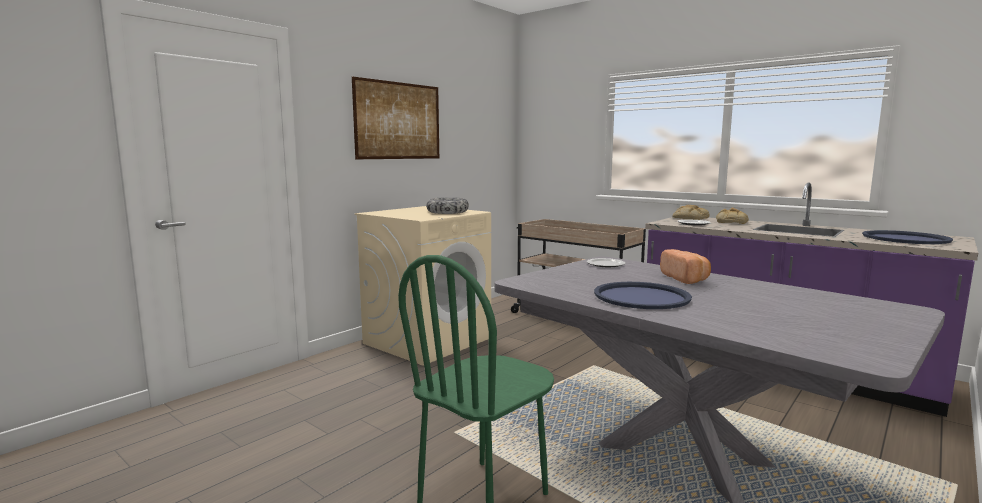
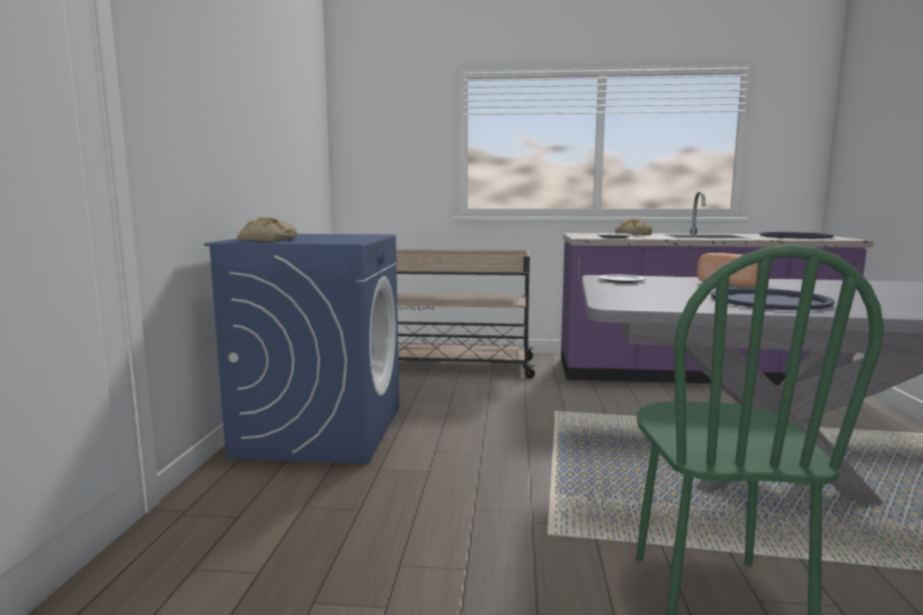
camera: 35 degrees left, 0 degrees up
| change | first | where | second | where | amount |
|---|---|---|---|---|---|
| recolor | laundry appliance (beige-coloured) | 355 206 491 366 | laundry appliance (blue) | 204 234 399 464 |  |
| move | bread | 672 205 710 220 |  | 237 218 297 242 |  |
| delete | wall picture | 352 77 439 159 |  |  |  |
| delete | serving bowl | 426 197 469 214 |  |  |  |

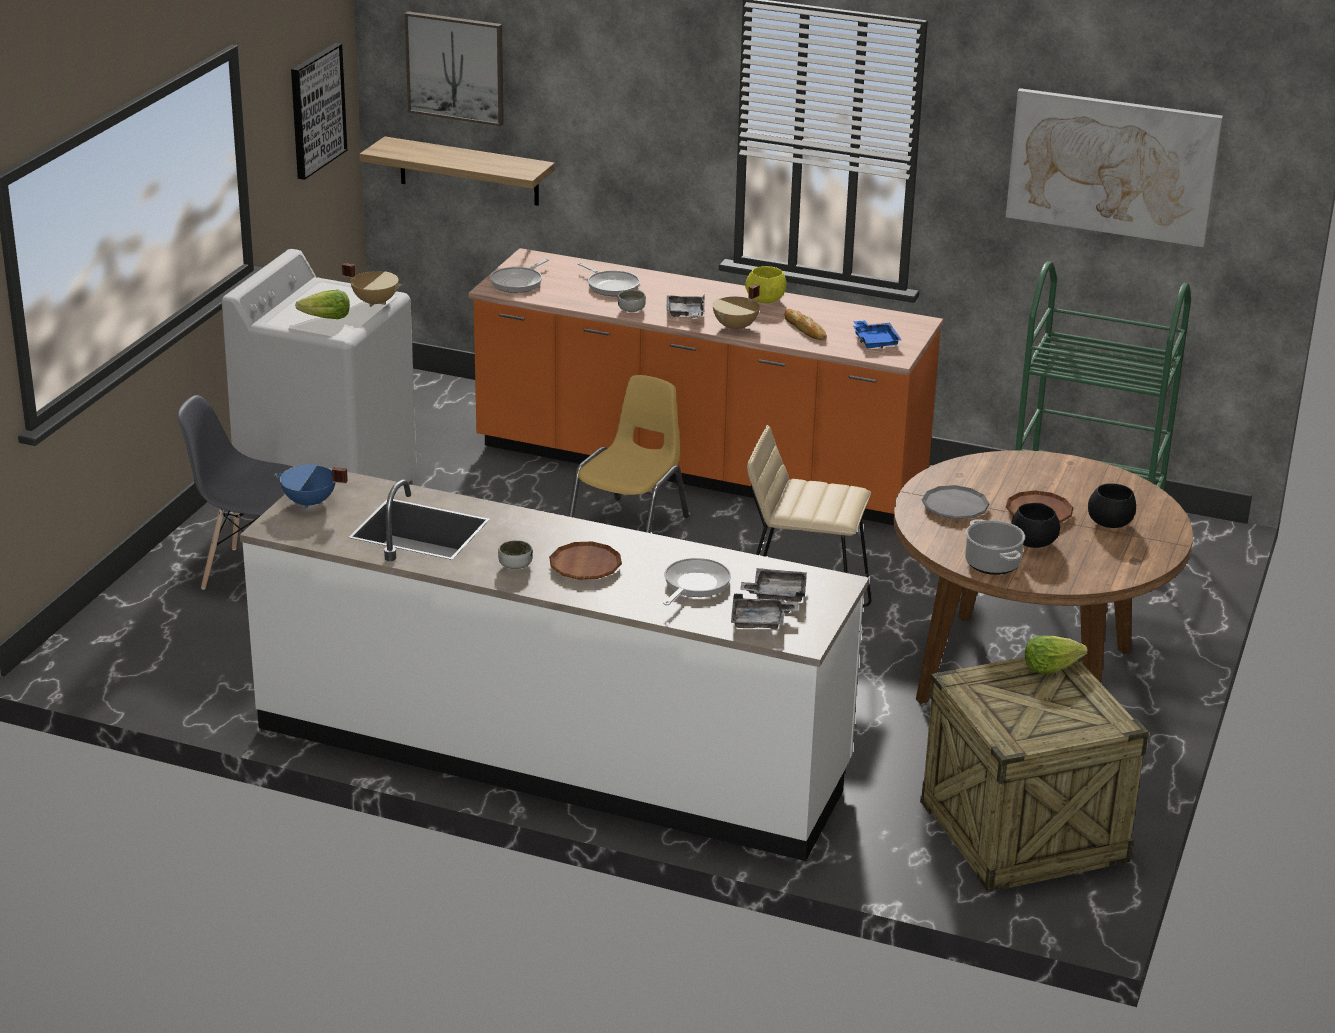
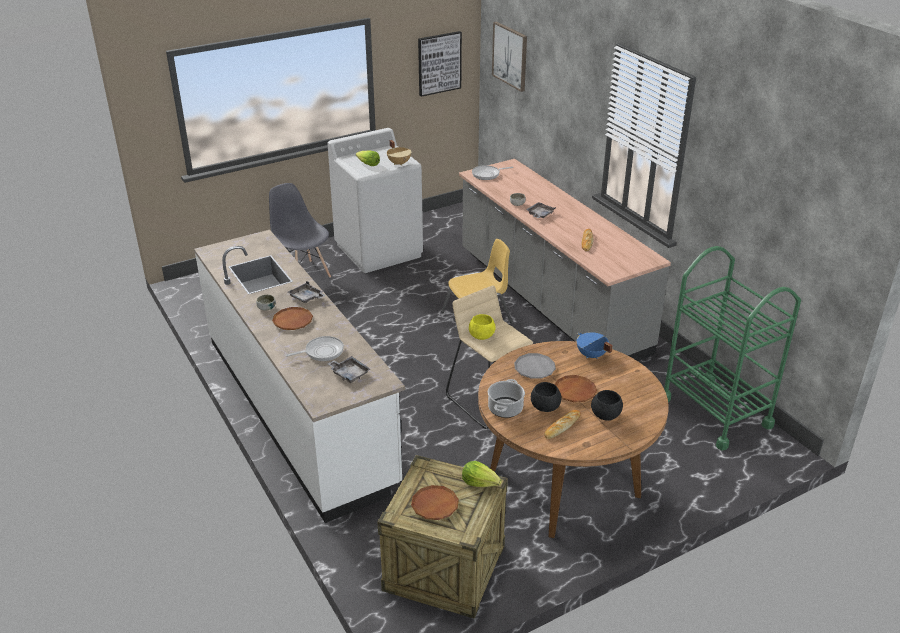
camera: 40 degrees right, 5 degrees up
| change | first | where | second | where | amount |
|---|---|---|---|---|---|
| move | carrying tray (gray) | 731 594 798 629 |  | 288 281 326 303 |  |
| insert |  |  | flat dish (brownish) | 411 485 459 520 |  |
| recolor | kitchen base unit (orange) | 469 248 943 525 | kitchen base unit (gray) | 459 159 671 361 |  |
| move | serving bowl (yellowish) | 745 266 787 303 |  | 469 314 495 340 |  |
| insert |  |  | bread | 544 410 581 439 |  |
| move | stockpot (blue) | 274 464 348 509 |  | 577 332 613 359 |  |
| delete | shelf | 359 136 555 206 |  |  |  |
| delete | frying pan | 578 263 640 296 |  |  |  |
| delete | stockpot (beige-coloured) | 712 284 760 331 |  |  |  |
| delete | carrying tray (blue) | 853 321 901 348 |  |  |  |
| delete | wall picture | 1006 88 1223 247 |  |  |  |

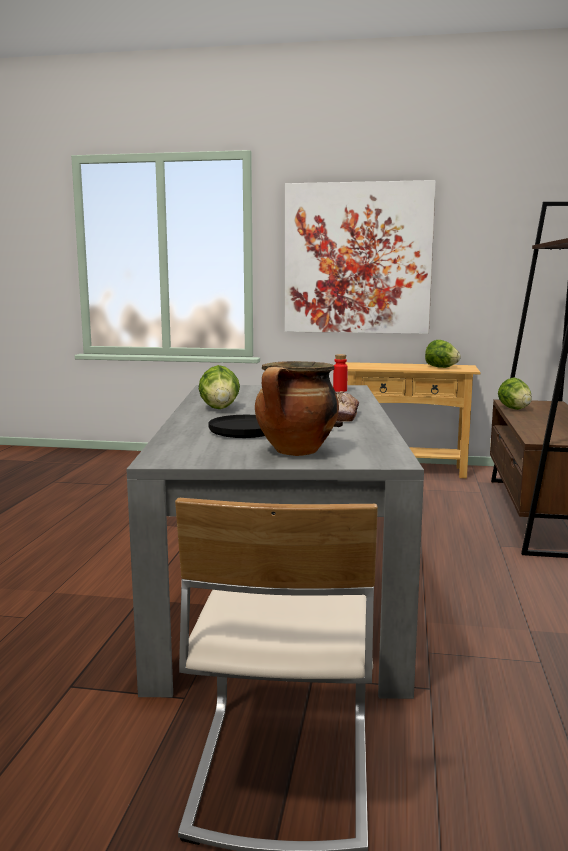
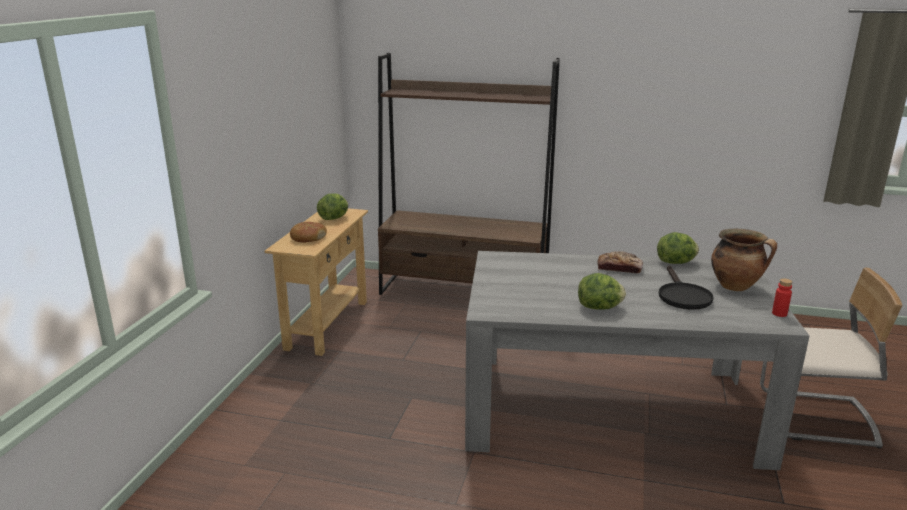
camera: 85 degrees left, 10 degrees up
| change | first | where | second | where | amount |
|---|---|---|---|---|---|
| insert |  |  | bread | 290 222 327 243 |  |
| move | lettuce head | 498 377 532 410 |  | 657 232 699 264 |  |
| move | beverage bottle (red-coloured) | 333 354 348 392 |  | 772 278 792 317 |  |
| delete | wall picture | 285 180 436 334 |  |  |  |

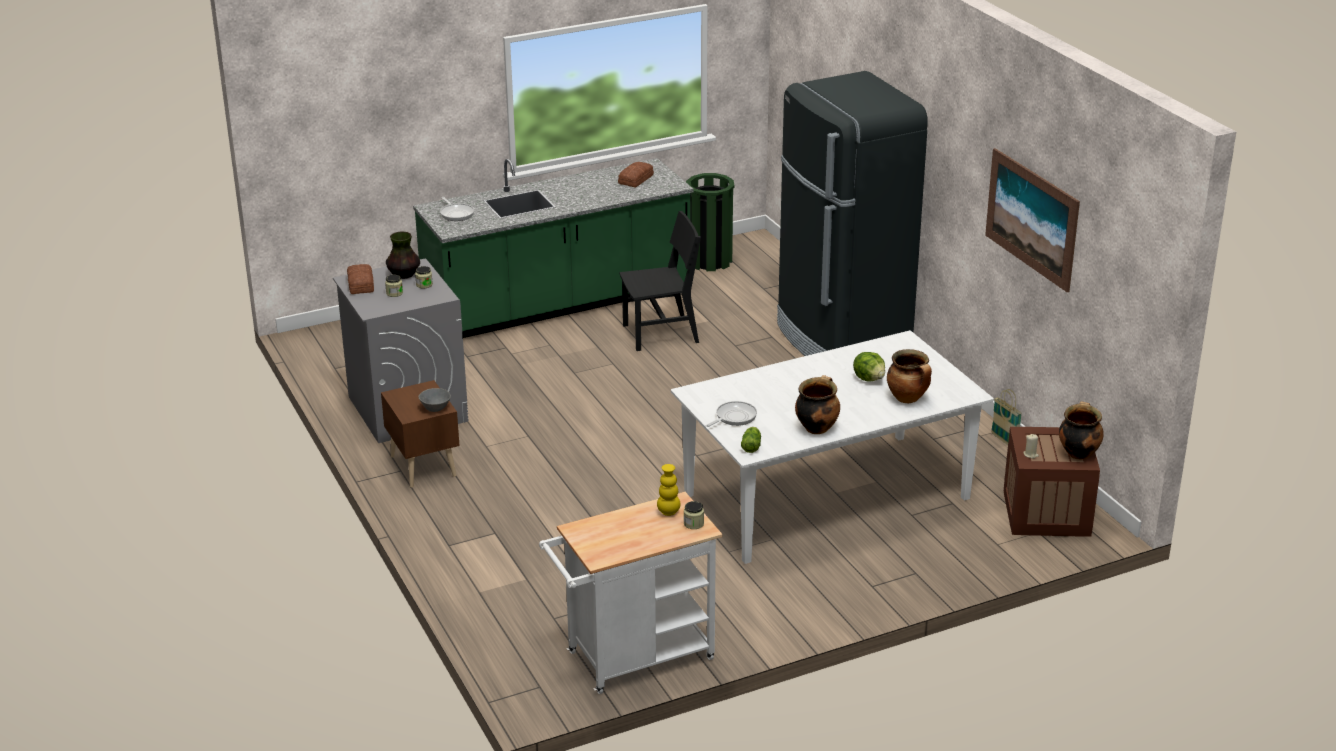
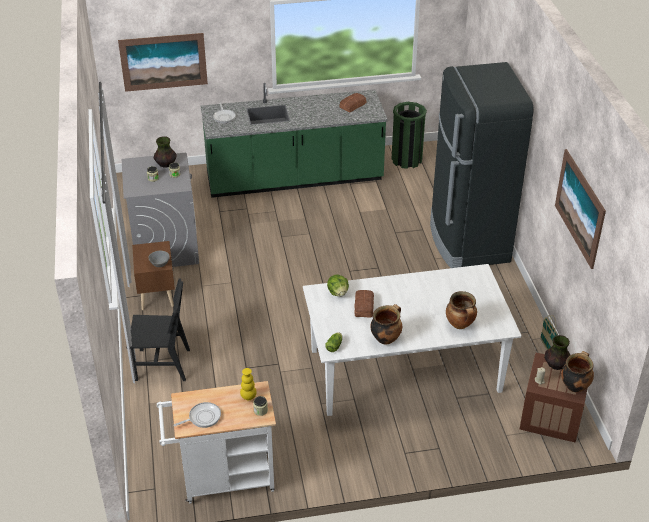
camera: 15 degrees right, 10 degrees up
| change | first | where | second | where | amount |
|---|---|---|---|---|---|
| insert |  |  | wall picture | 118 33 208 92 |  |
| move | chair (blackish) | 620 211 701 351 |  | 126 279 190 381 |  |
| move | frying pan | 706 401 757 427 |  | 174 402 221 428 |  |
| move | lettuce head | 853 352 885 382 |  | 327 274 349 297 |  |
| move | bread | 347 264 374 294 |  | 354 290 374 317 |  |
| insert |  |  | decorative vase | 544 335 570 370 |  |

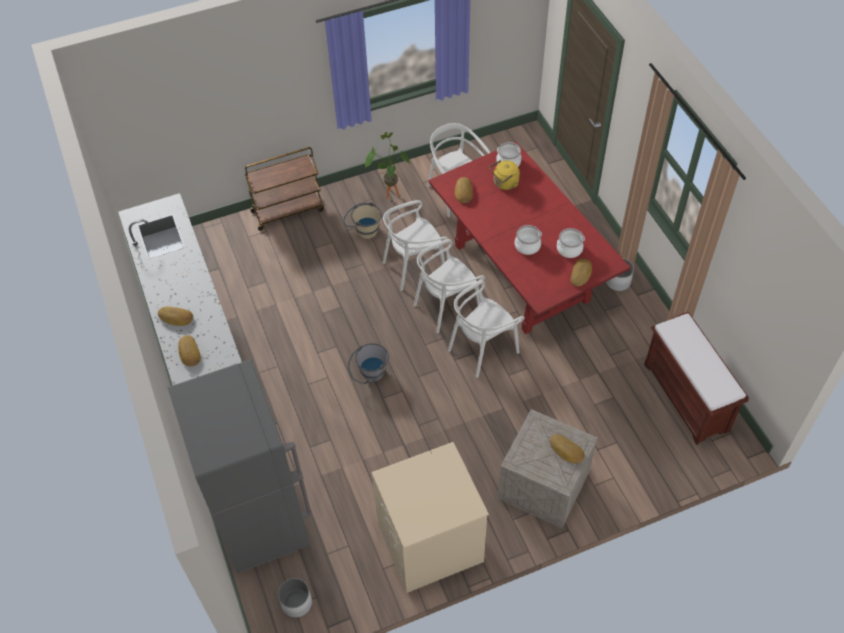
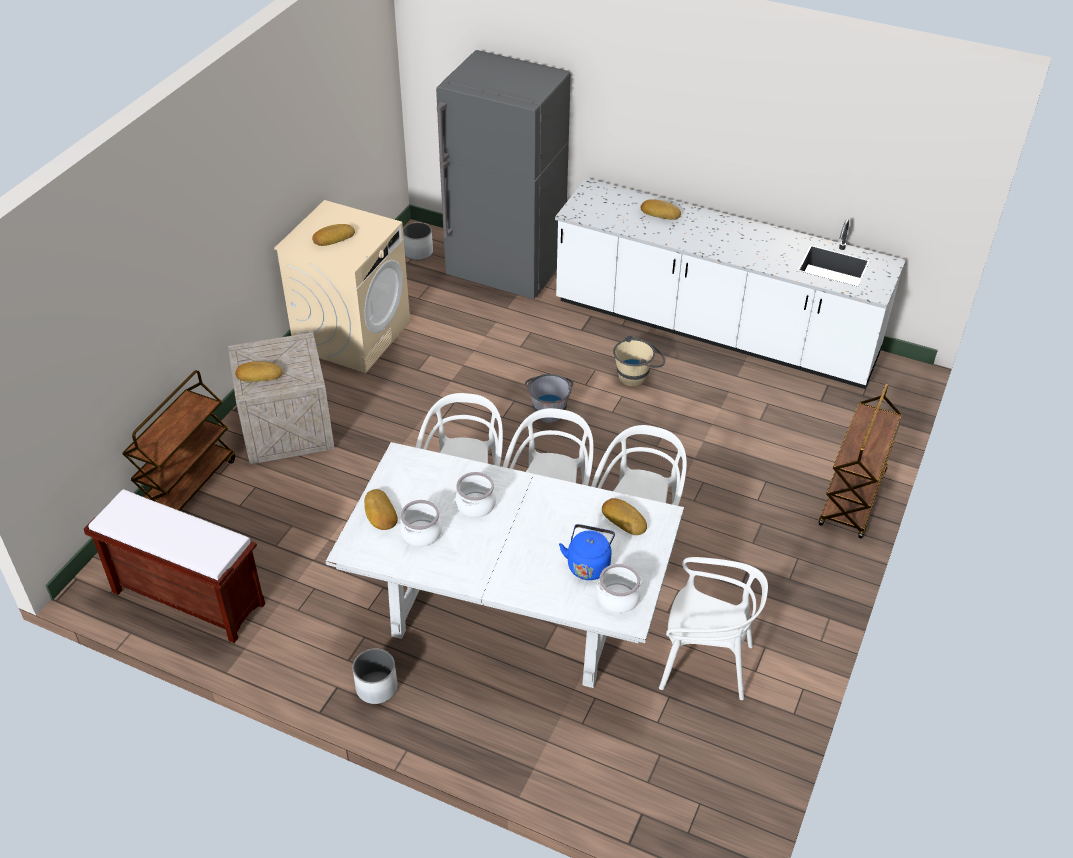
camera: 135 degrees right, 10 degrees down
| change | first | where | second | where | amount |
|---|---|---|---|---|---|
| insert |  |  | cart (brownish) | 122 370 235 511 |  |
| move | bread | 158 307 193 326 |  | 312 224 355 246 |  |
| recolor | dinner table (red-coloured) | 429 142 631 334 | dinner table (whitish) | 325 442 684 688 |  |
| recolor | tea kettle (yellowish) | 489 160 520 190 | tea kettle (blue) | 559 524 615 580 |  |
| move | pail (beige-coloured) | 343 202 381 239 |  | 613 335 665 387 |  |
| delete | plant in a pot | 365 132 410 199 |  |  |  |

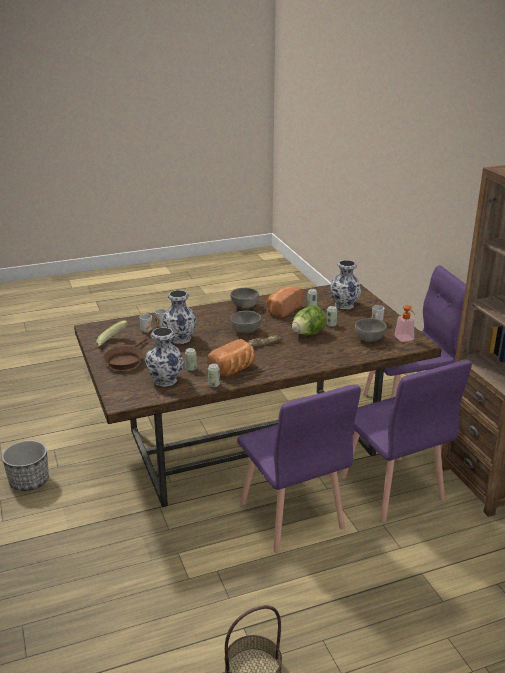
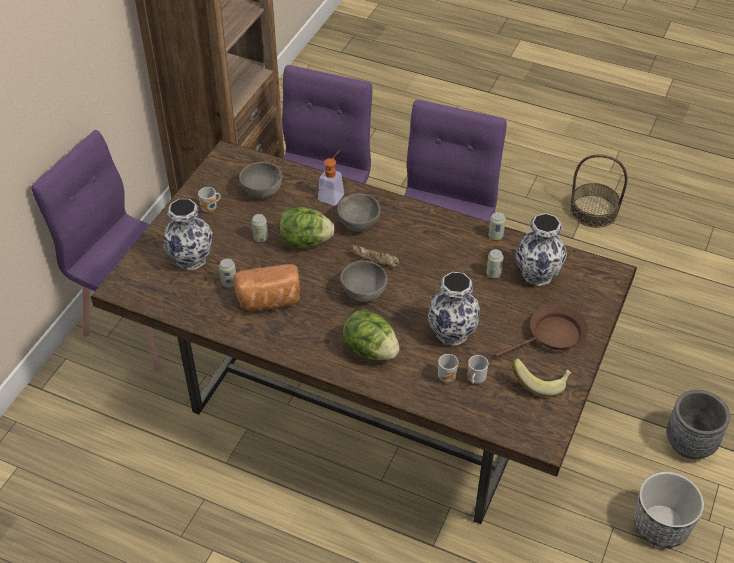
camera: 135 degrees left, 20 degrees up
| change | first | where | second | where | amount |
|---|---|---|---|---|---|
| move | soap bottle | 394 305 415 342 |  | 318 150 344 206 |  |
| move | serving bowl (gray) | 230 288 259 309 |  | 337 193 381 232 |  |
| insert |  |  | lettuce head | 343 309 399 360 |  |
| insert |  |  | plant pot (gray) | 666 390 730 459 |  |
| delete | bread | 207 339 255 376 |  |  |  |

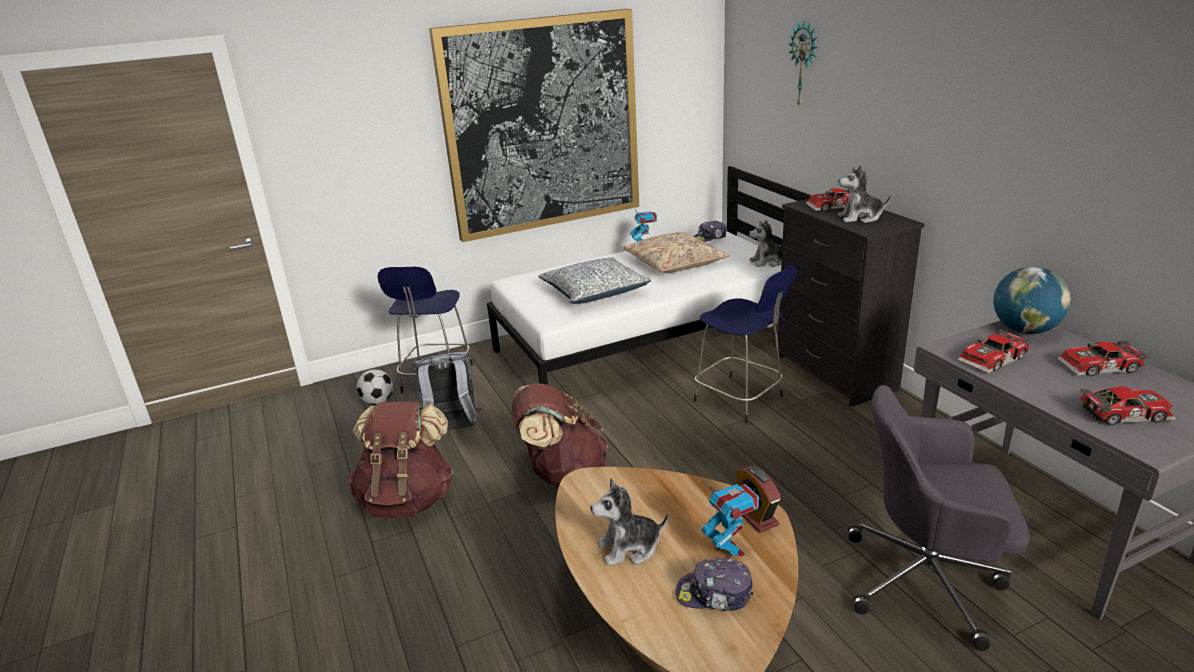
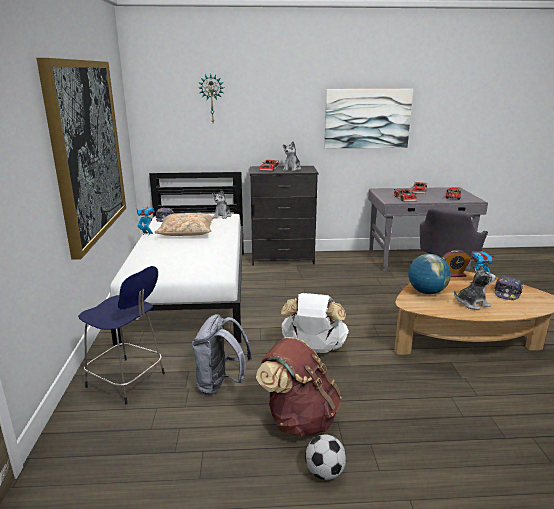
camera: 70 degrees left, 5 degrees down
| change | first | where | second | where | amount |
|---|---|---|---|---|---|
| recolor | rucksack (brownish) | 511 384 609 488 | rucksack (whitish) | 281 293 349 353 |  |
| move | football ball | 356 369 393 405 |  | 305 435 346 480 |  |
| insert |  |  | wall picture | 324 89 413 148 |  |
| move | globe | 993 267 1071 334 |  | 408 254 451 294 |  |
| rotate | cuddly toy | 590 478 669 566 |  | 454 264 496 310 | 105 degrees counterclockwise |
| delete | cushion | 538 257 651 304 |  |  |  |
| delete | stool seat (blue) | 694 265 797 423 |  |  |  |

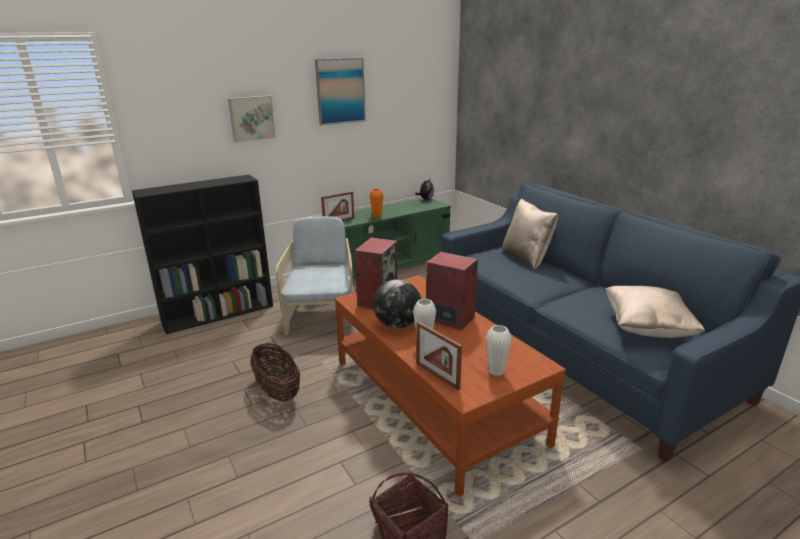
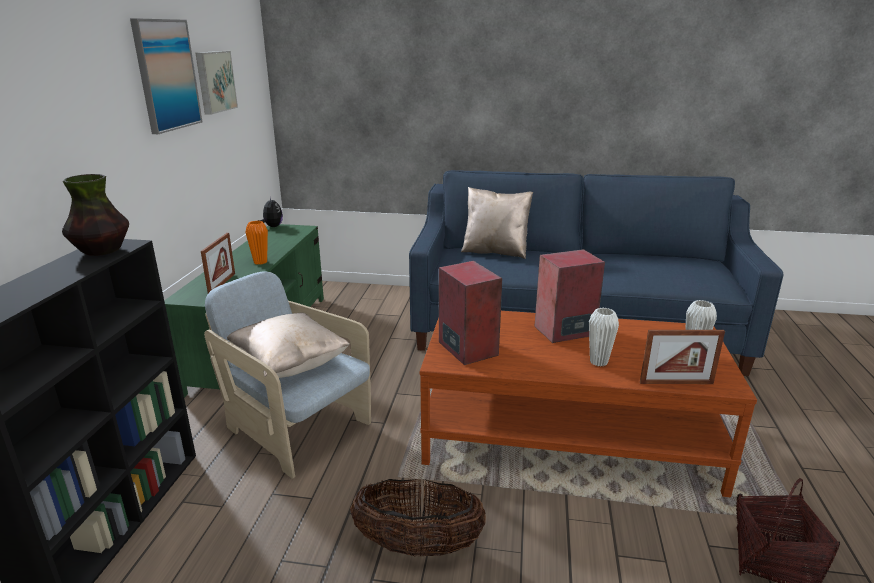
camera: 50 degrees left, 0 degrees up
| change | first | where | second | where | amount |
|---|---|---|---|---|---|
| insert |  |  | decorative vase | 62 174 129 256 |  |
| move | wall picture | 228 95 276 142 |  | 196 51 238 115 |  |
| move | cushion (beige-coloured) | 605 286 705 338 |  | 227 312 350 378 |  |
| delete | globe | 373 279 421 328 |  |  |  |

